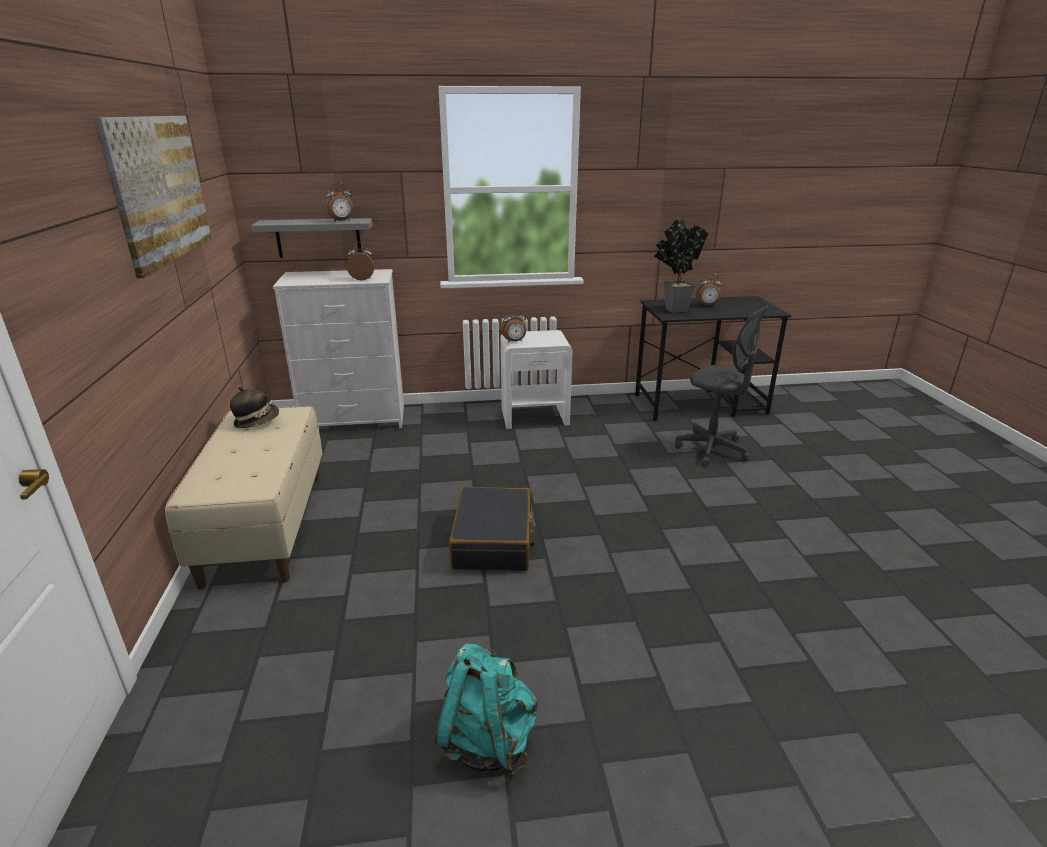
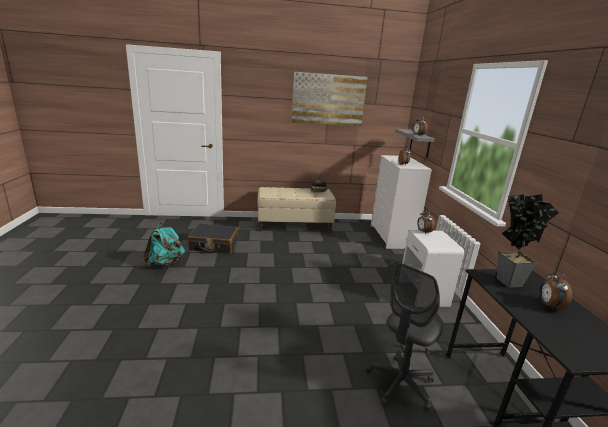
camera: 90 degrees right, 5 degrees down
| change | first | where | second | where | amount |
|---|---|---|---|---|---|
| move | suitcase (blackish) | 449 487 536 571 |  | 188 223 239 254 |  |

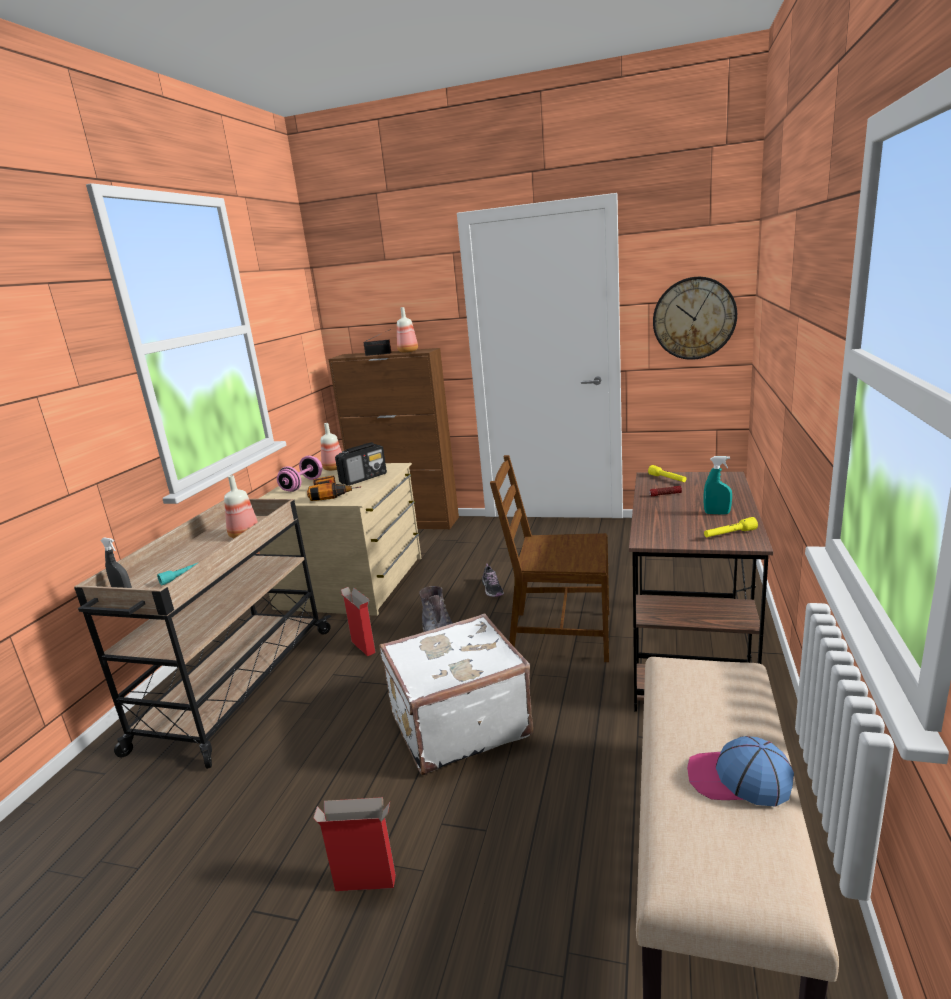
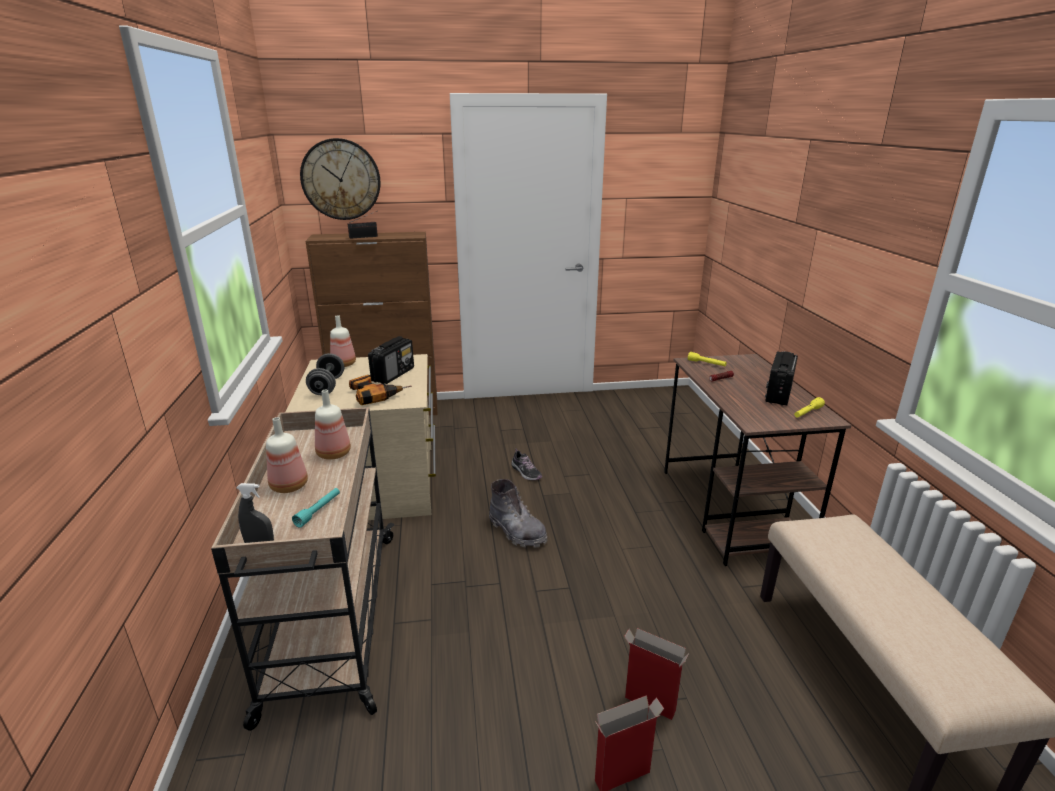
camera: 25 degrees left, 5 degrees up
| change | first | where | second | where | amount |
|---|---|---|---|---|---|
| move | beverage bottle | 397 307 418 353 |  | 266 417 308 493 |  |
| move | clock on the wall | 653 277 737 360 |  | 300 138 381 220 |  |
| recolor | dumbbell (pink-coloured) | 277 456 322 492 | dumbbell (gray) | 306 353 344 395 |  |
| move | packing box | 340 587 376 656 |  | 624 628 689 720 |  |
| replace | hand sprayer (blue-green) | 704 456 732 515 | radio receiver | 765 351 798 405 |  |
| delete | suitcase (whitish) | 379 613 533 775 |  |  |  |
| delete | chair (brownish) | 490 455 609 662 |  |  |  |
| delete | peaked cap | 687 736 794 807 |  |  |  |

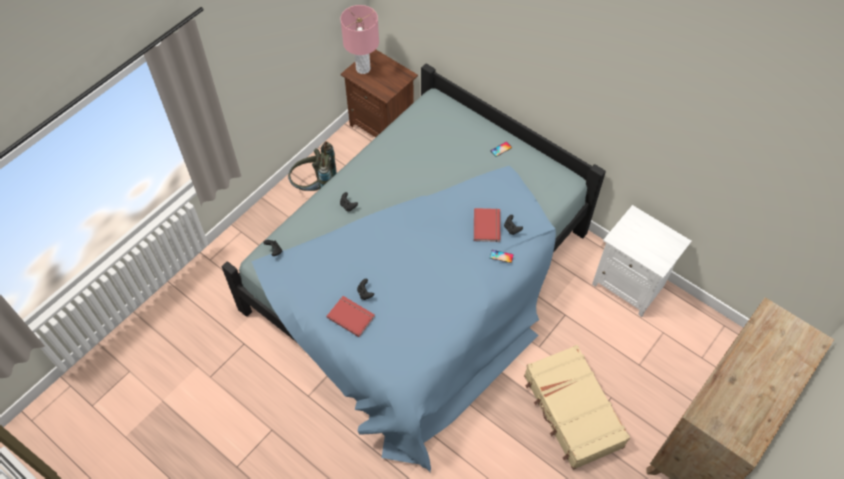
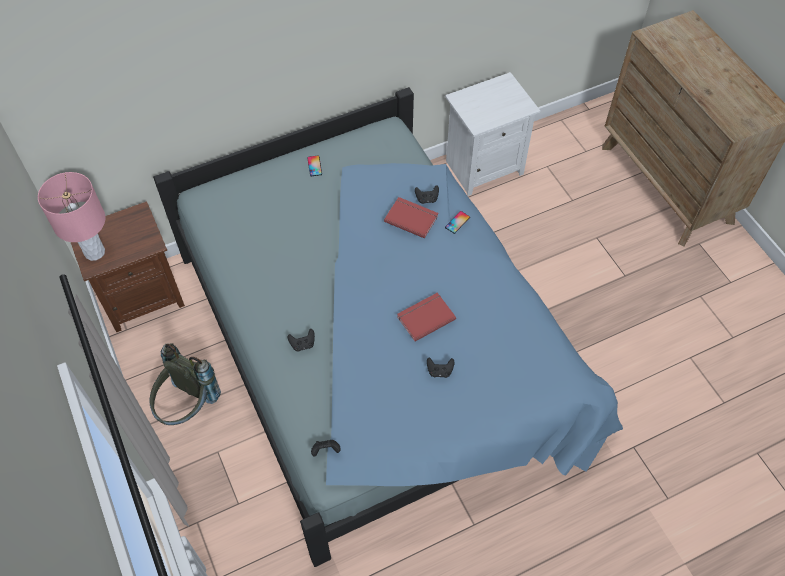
camera: 65 degrees left, 0 degrees up
| change | first | where | second | where | amount |
|---|---|---|---|---|---|
| move | book (red-coloured) | 326 296 375 337 |  | 397 293 456 341 |  |
| delete | suitcase (beige-coloured) | 524 345 630 470 |  |  |  |

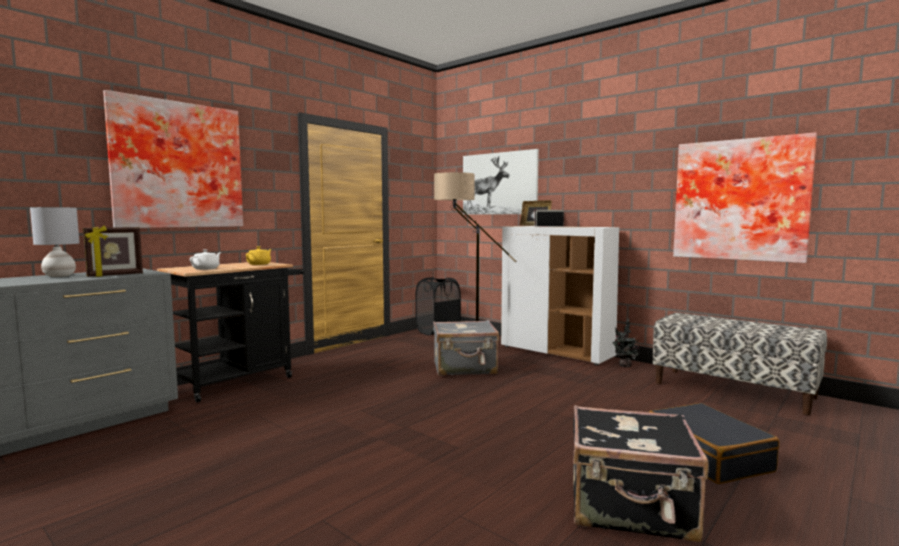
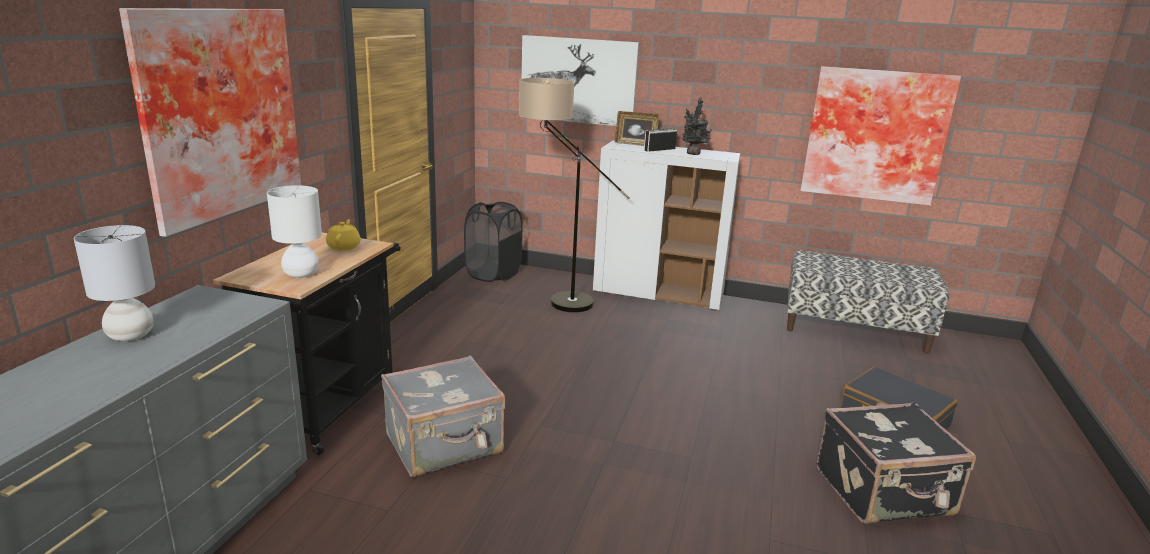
camera: 25 degrees left, 15 degrees up
| change | first | where | second | where | amount |
|---|---|---|---|---|---|
| replace | teapot (whitish) | 190 249 221 270 | tabletop lamp (whitish) | 267 185 322 278 |  |
| move | suitcase (gray) | 433 320 499 376 |  | 381 356 505 477 |  |
| move | plant in a pot | 613 319 640 367 |  | 682 97 712 155 |  |
| delete | standing frame | 83 226 143 277 |  |  |  |

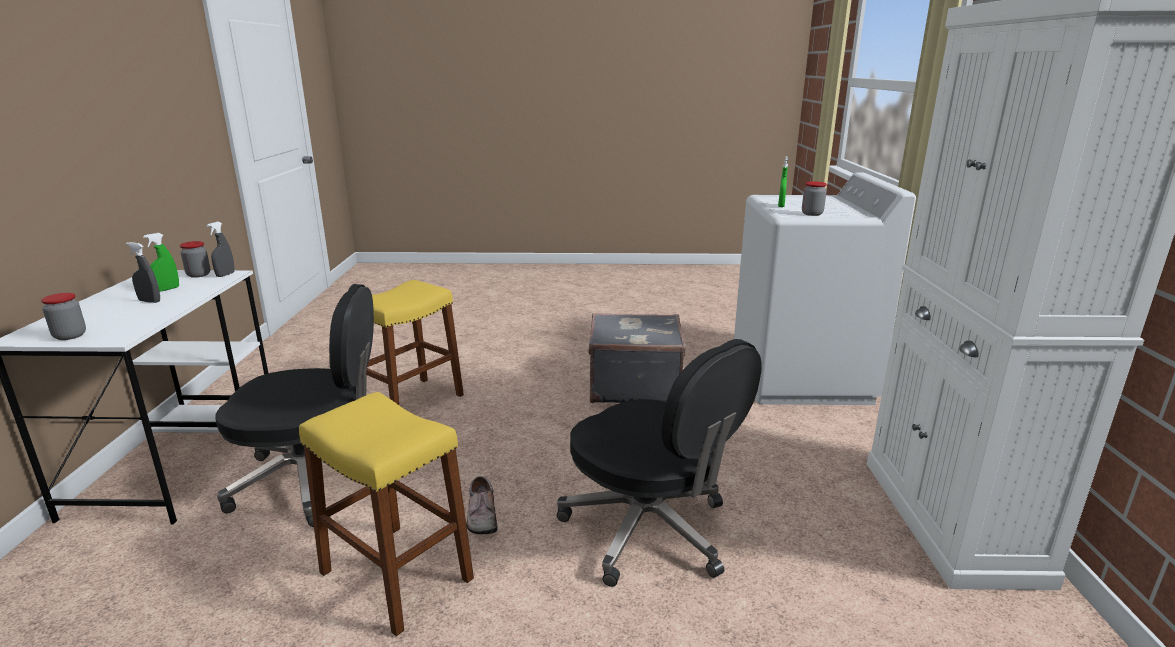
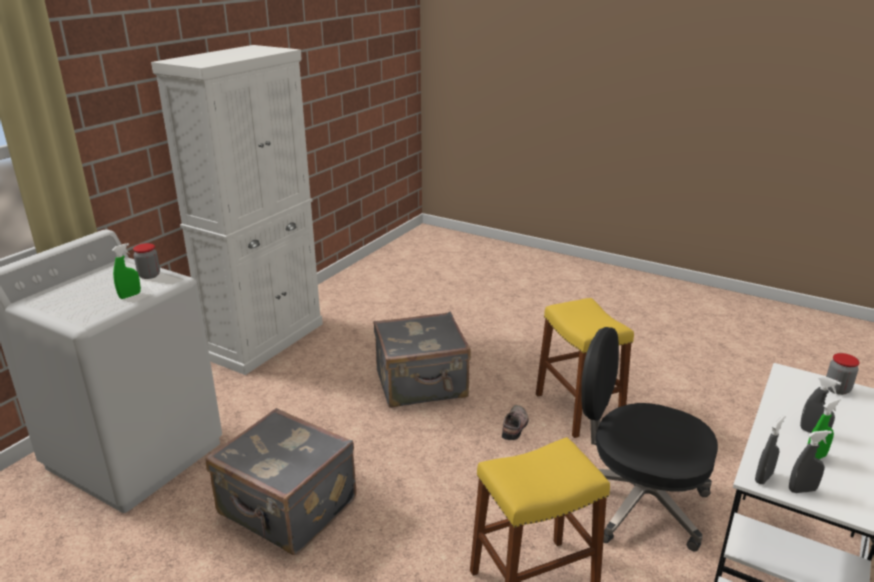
camera: 150 degrees left, 5 degrees up
| change | first | where | second | where | amount |
|---|---|---|---|---|---|
| replace | computer chair (blackish) | 557 339 762 587 | suitcase (gray) | 373 312 471 408 |  |
| replace | jar | 180 241 210 278 | hand sprayer (gray) | 789 430 832 493 |  |

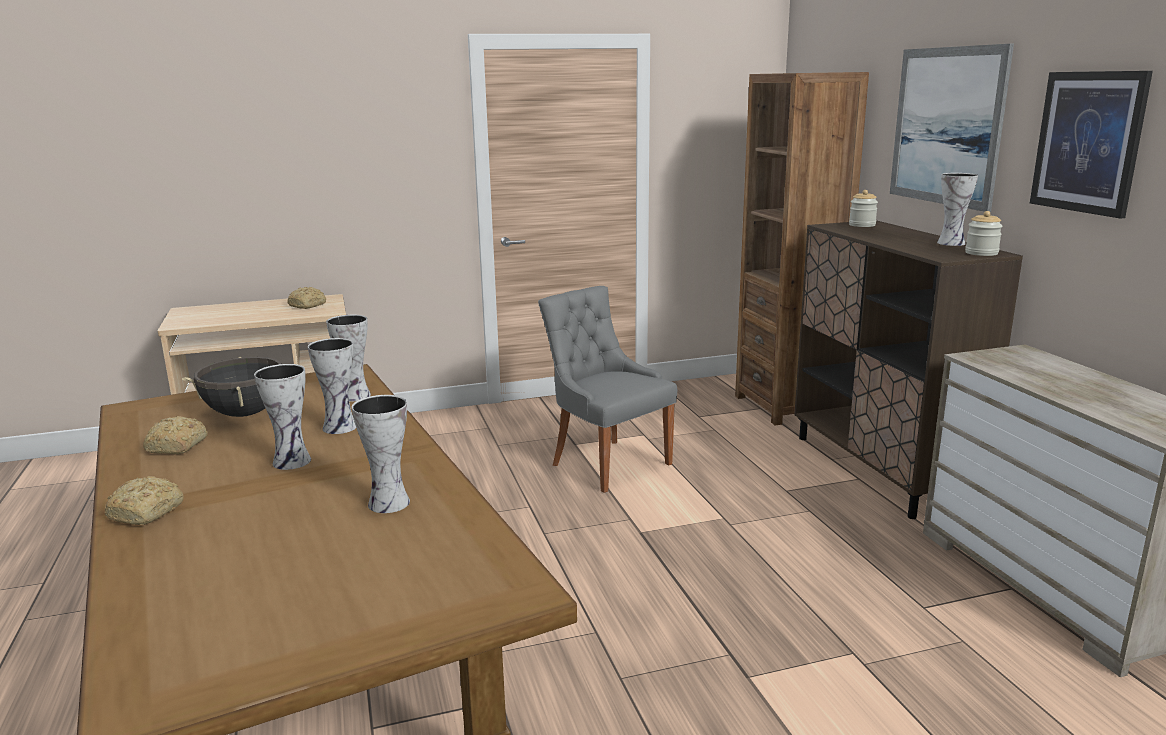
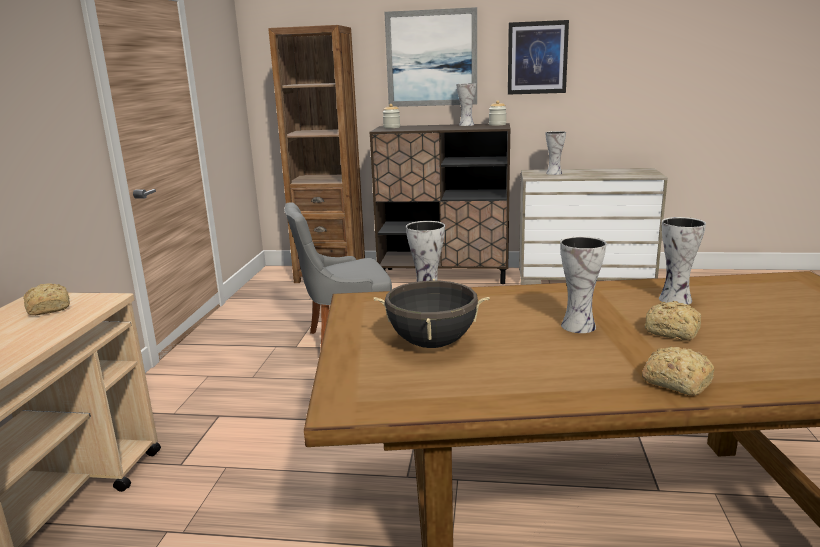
camera: 65 degrees left, 0 degrees up
| change | first | where | second | where | amount |
|---|---|---|---|---|---|
| move | decorative vase | 308 338 356 434 |  | 546 131 566 175 |  |
| move | bread | 143 416 208 454 |  | 645 301 701 341 |  |

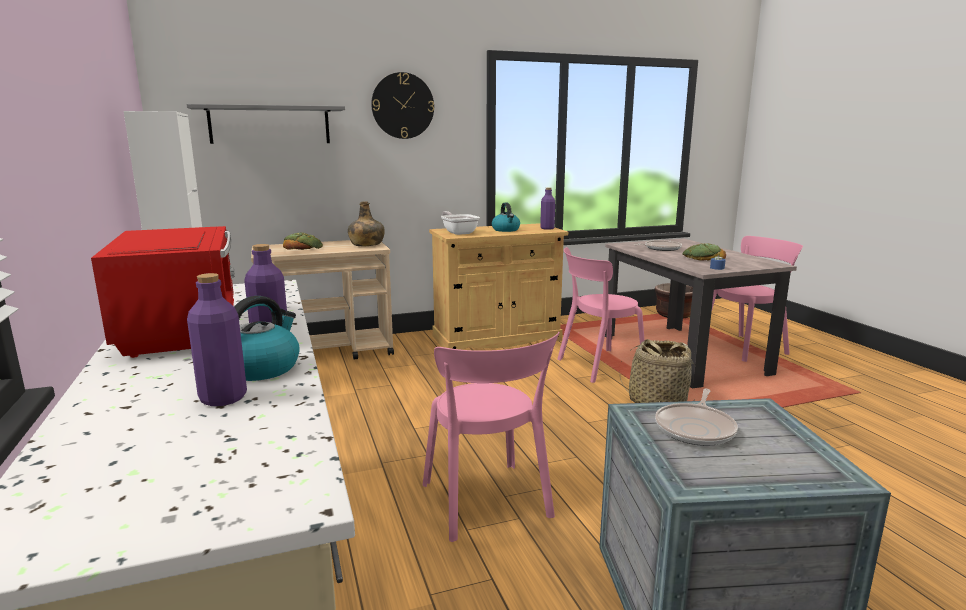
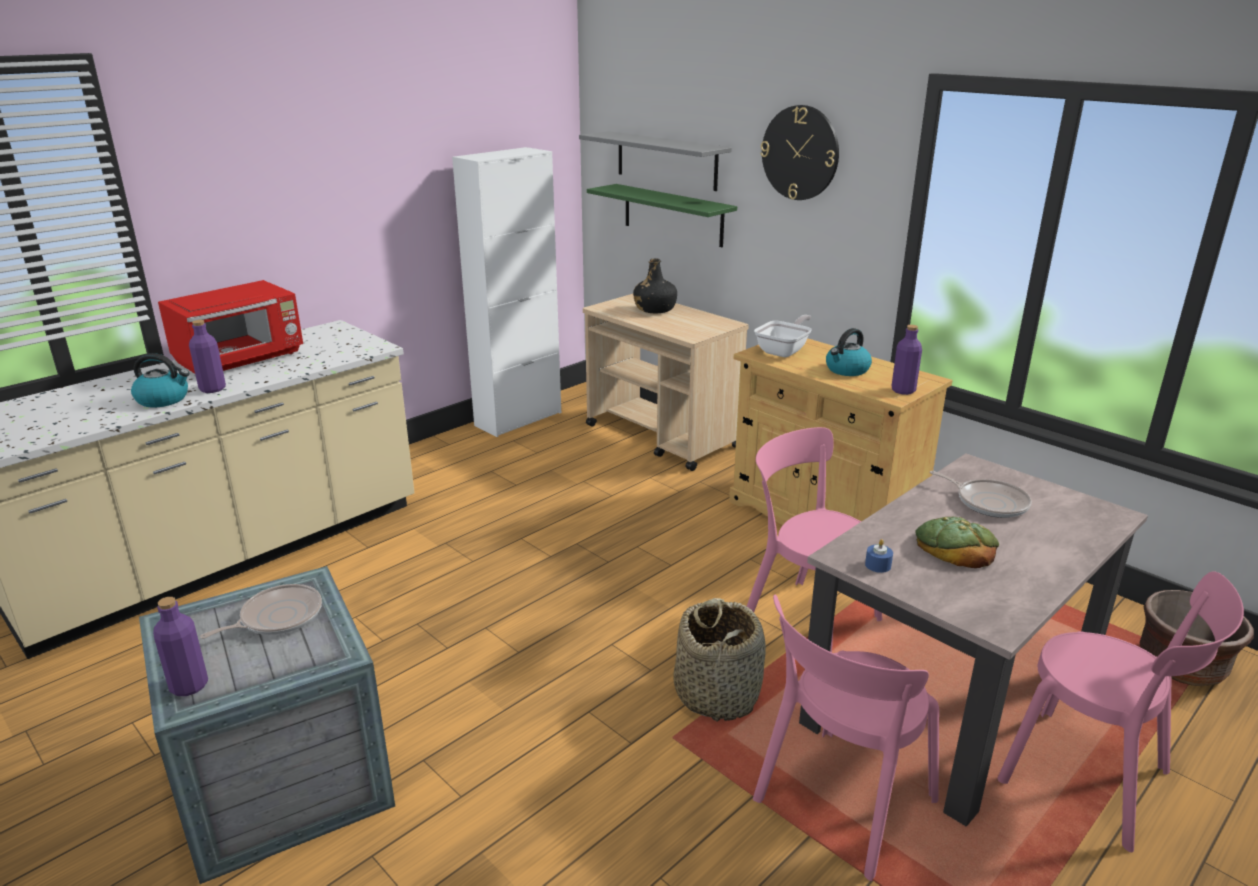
camera: 65 degrees right, 10 degrees up
| change | first | where | second | where | amount |
|---|---|---|---|---|---|
| move | beverage bottle (purplish) | 187 273 247 406 |  | 153 597 208 696 |  |
| rotate | frying pan | 655 389 738 446 |  | 200 584 322 639 | 135 degrees clockwise |
| insert |  |  | shelf (green-coloured) | 587 184 737 247 |  |
| replace | bread | 283 232 323 250 | beverage bottle (blackish) | 633 258 677 313 |  |
| move | chair (pink-coloured) | 423 332 560 542 |  | 753 595 939 881 |  |
| delete | beverage bottle (green-coloured) | 348 201 385 246 |  |  |  |

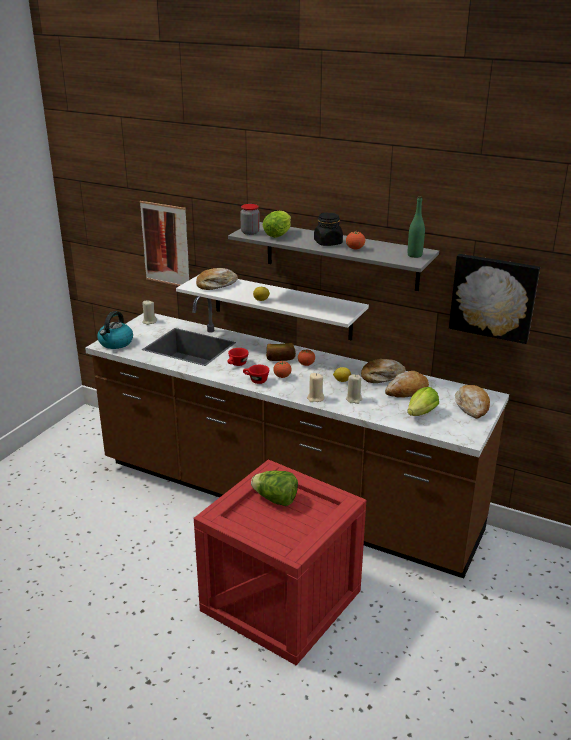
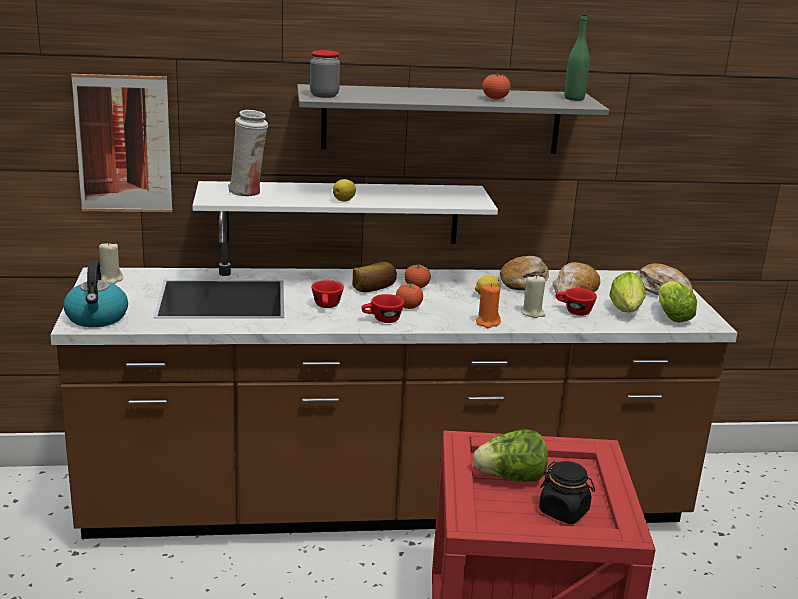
camera: 35 degrees left, 5 degrees down
| change | first | where | second | where | amount |
|---|---|---|---|---|---|
| replace | bread | 196 268 238 290 | decorative vase (whitish) | 228 110 268 196 |  |
| recolor | candle (beige-coloured) | 307 373 325 402 | candle (orange) | 476 283 501 328 |  |
| move | jar (blackish) | 314 212 343 246 |  | 539 461 595 524 |  |
| insert |  |  | cup (red-coloured) | 556 288 597 316 |  |
| move | lettuce head | 263 211 291 238 |  | 659 281 697 322 |  |
| delete | wall picture | 449 254 540 344 |  |  |  |

